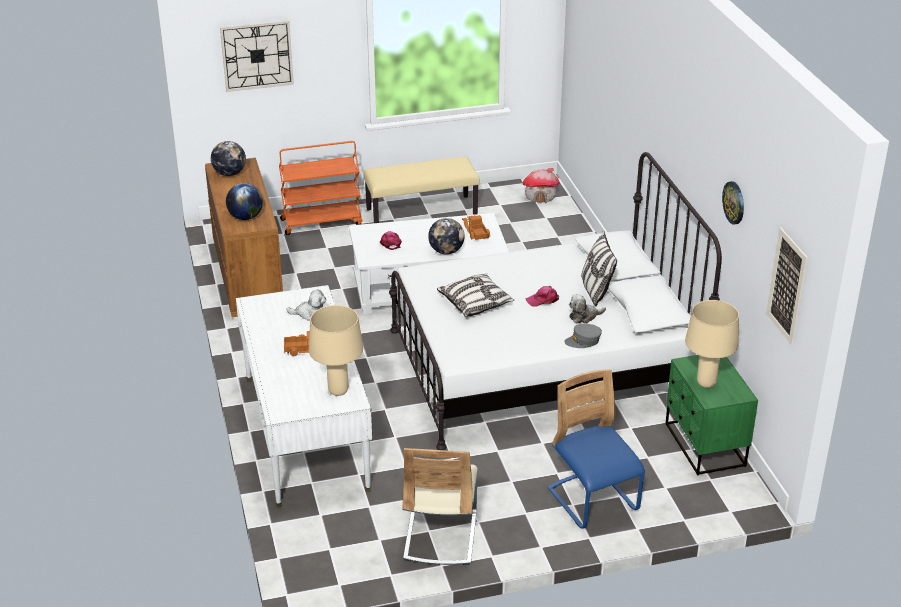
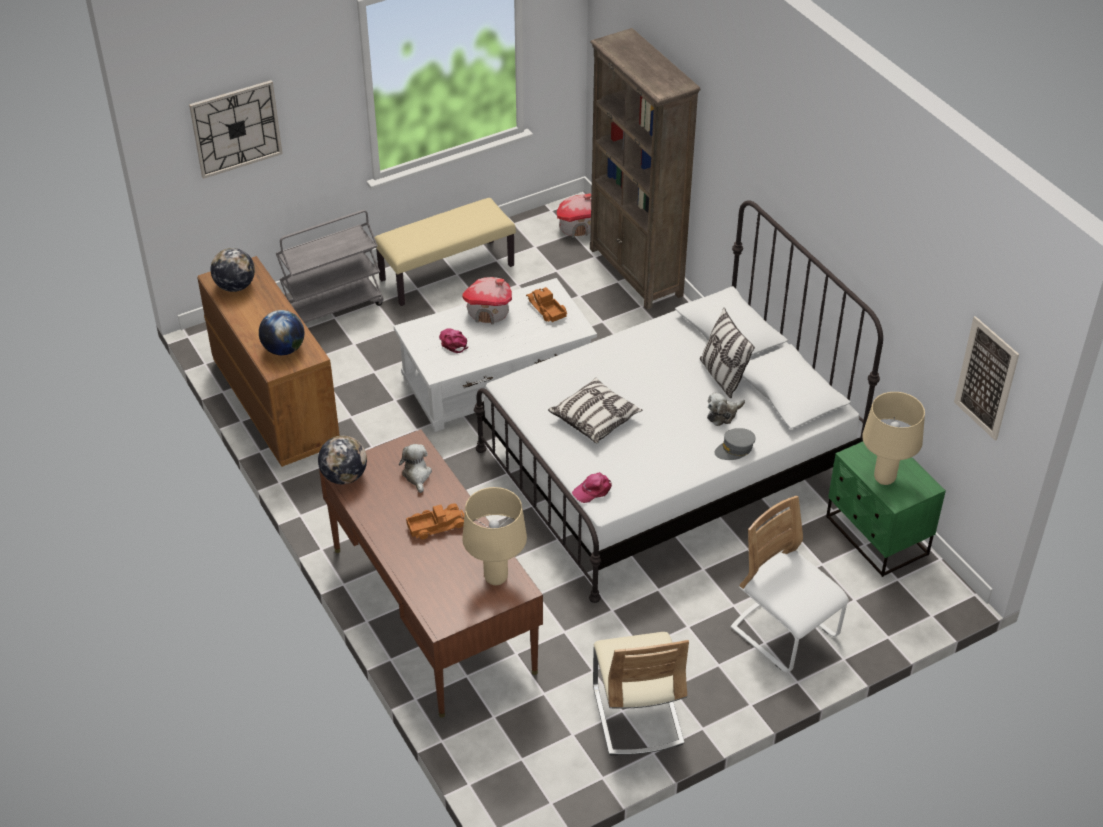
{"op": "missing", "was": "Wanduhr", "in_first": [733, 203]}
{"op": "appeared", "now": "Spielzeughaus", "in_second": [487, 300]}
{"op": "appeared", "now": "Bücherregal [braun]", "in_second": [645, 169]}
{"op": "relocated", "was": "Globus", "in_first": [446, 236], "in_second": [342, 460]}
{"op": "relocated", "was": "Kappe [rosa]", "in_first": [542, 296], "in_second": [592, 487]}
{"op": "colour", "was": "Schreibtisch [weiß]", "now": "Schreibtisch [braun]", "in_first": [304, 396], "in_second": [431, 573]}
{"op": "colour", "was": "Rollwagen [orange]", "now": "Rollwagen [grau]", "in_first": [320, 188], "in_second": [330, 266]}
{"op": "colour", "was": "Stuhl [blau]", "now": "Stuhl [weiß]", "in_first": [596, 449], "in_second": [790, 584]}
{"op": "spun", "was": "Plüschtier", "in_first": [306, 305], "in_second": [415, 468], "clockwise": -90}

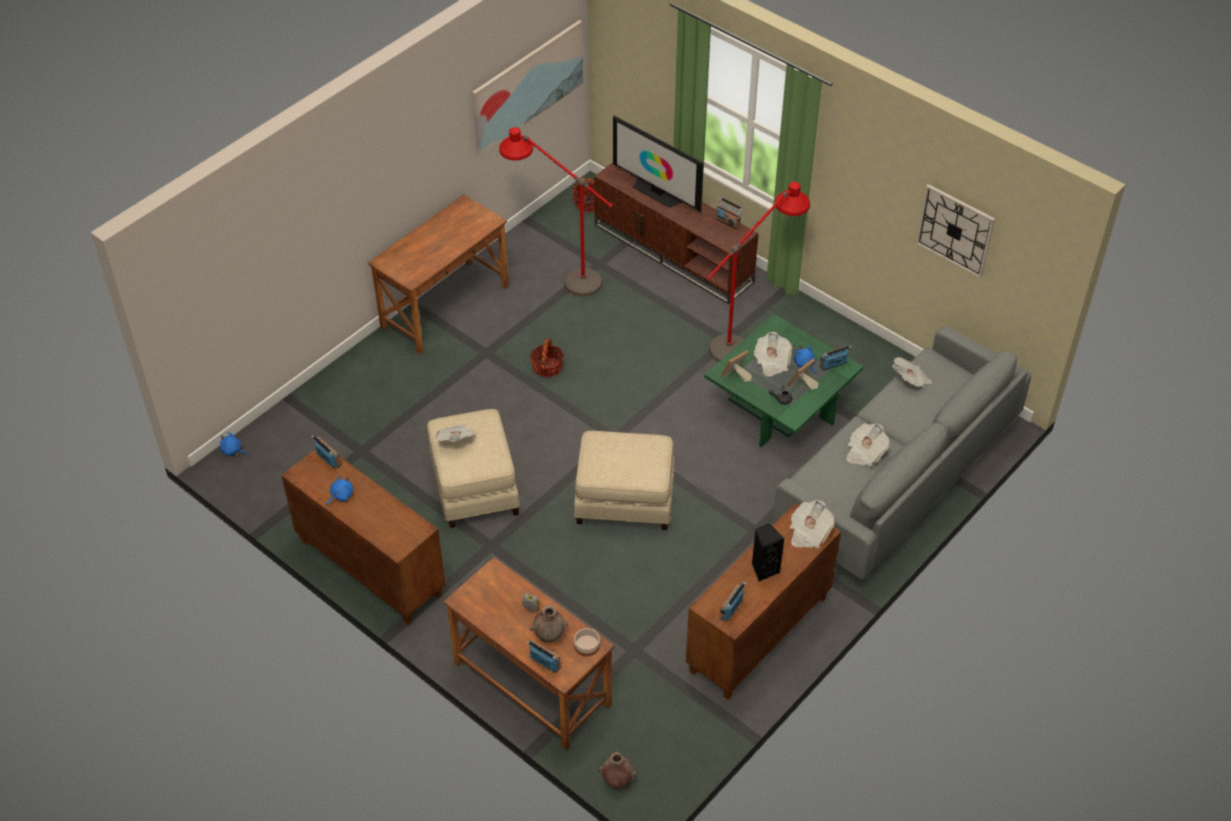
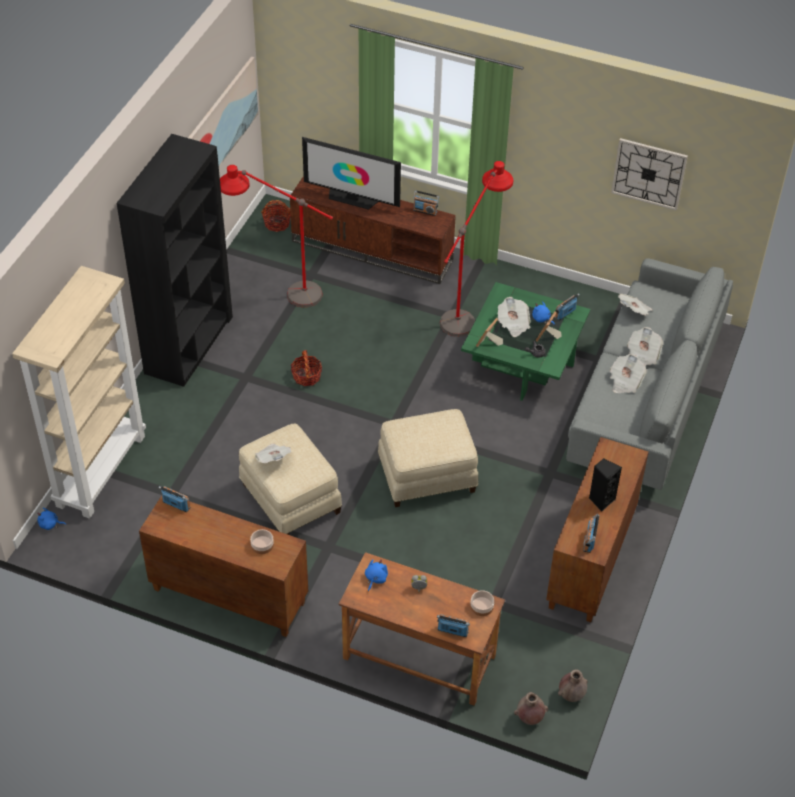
{"op": "appeared", "now": "Bücherregal [beige]", "in_second": [79, 392]}
{"op": "appeared", "now": "Schüssel", "in_second": [262, 541]}
{"op": "relocated", "was": "Plüschtier [blau]", "in_first": [339, 490], "in_second": [376, 575]}
{"op": "relocated", "was": "Vase [braun]", "in_first": [548, 623], "in_second": [573, 686]}
{"op": "relocated", "was": "Zeitung", "in_first": [812, 524], "in_second": [645, 346]}
{"op": "exchanged", "was": "Schreibtisch [braun]", "now": "Bücherregal [schwarz]", "in_first": [438, 274], "in_second": [174, 260]}

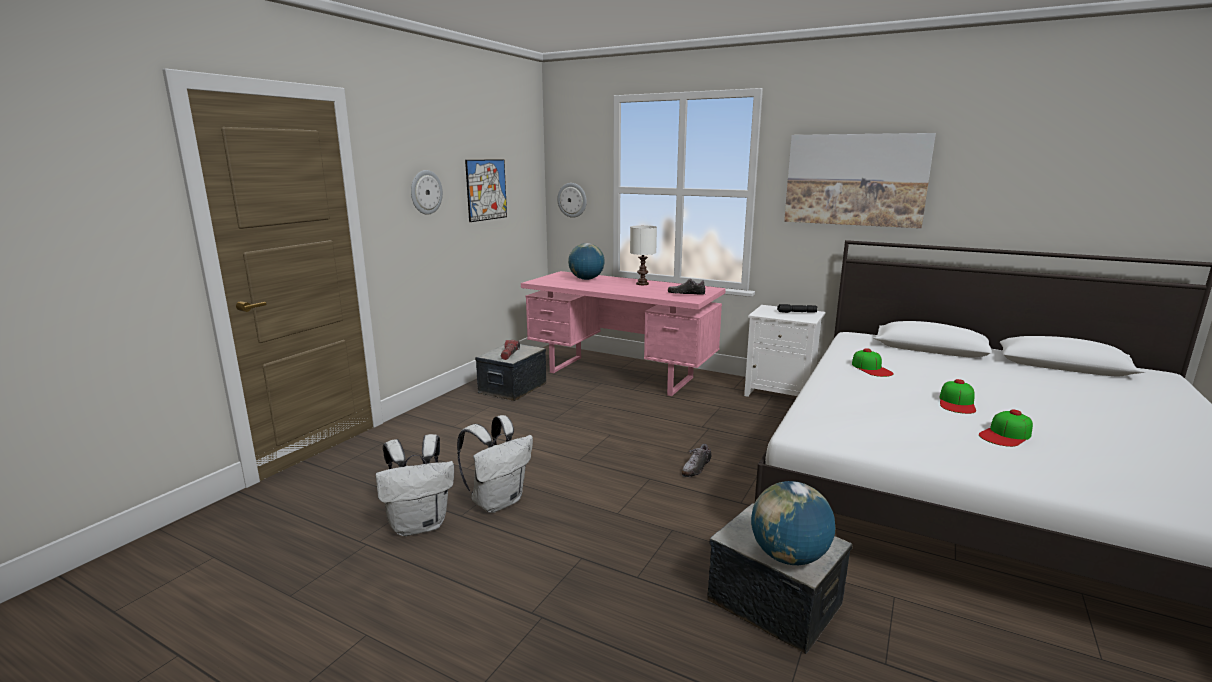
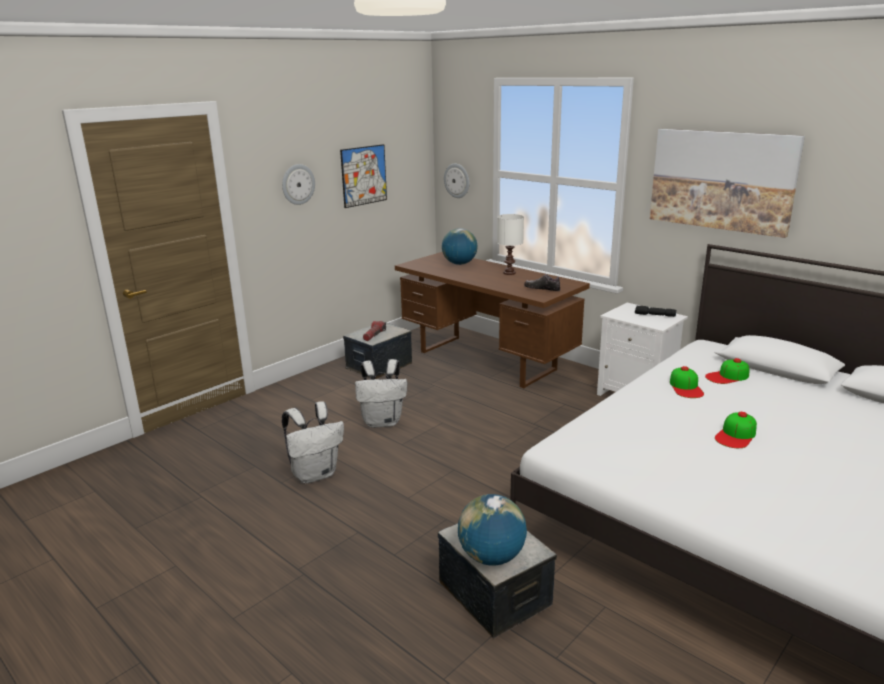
{"op": "missing", "was": "Schuh", "in_first": [697, 460]}
{"op": "relocated", "was": "Rucksack [weiß]", "in_first": [415, 485], "in_second": [381, 393]}
{"op": "relocated", "was": "Kappe", "in_first": [1006, 428], "in_second": [727, 371]}
{"op": "colour", "was": "Schreibtisch [rosa]", "now": "Schreibtisch [braun]", "in_first": [623, 333], "in_second": [492, 320]}

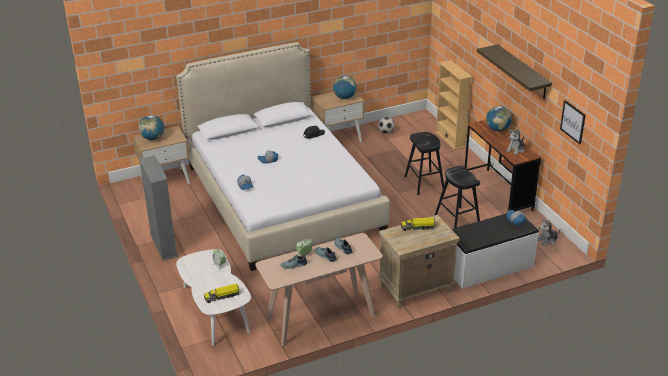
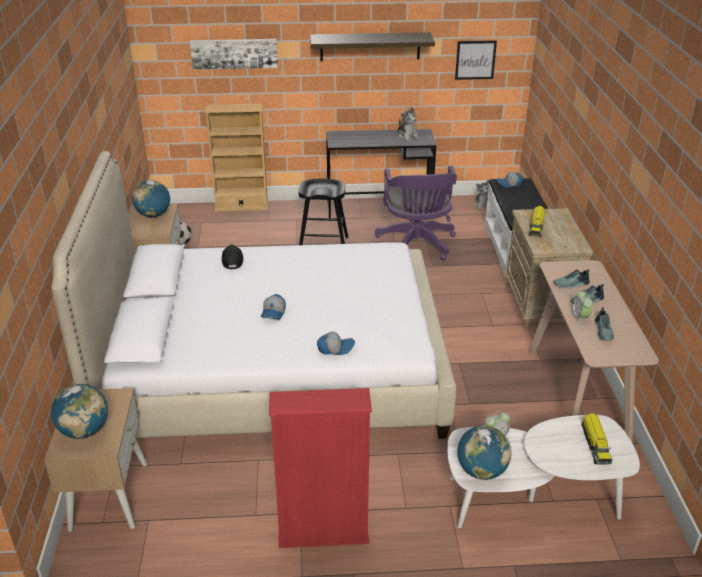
{"op": "appeared", "now": "Bild", "in_second": [234, 54]}
{"op": "relocated", "was": "Globus", "in_first": [499, 118], "in_second": [484, 452]}
{"op": "exchanged", "was": "Hocker [schwarz]", "now": "Bürostuhl [lila]", "in_first": [457, 196], "in_second": [416, 213]}
{"op": "colour", "was": "Bücherregal [grau]", "now": "Bücherregal [rot]", "in_first": [158, 208], "in_second": [320, 468]}
{"op": "colour", "was": "Schreibtisch [braun]", "now": "Schreibtisch [grau]", "in_first": [503, 166], "in_second": [381, 173]}

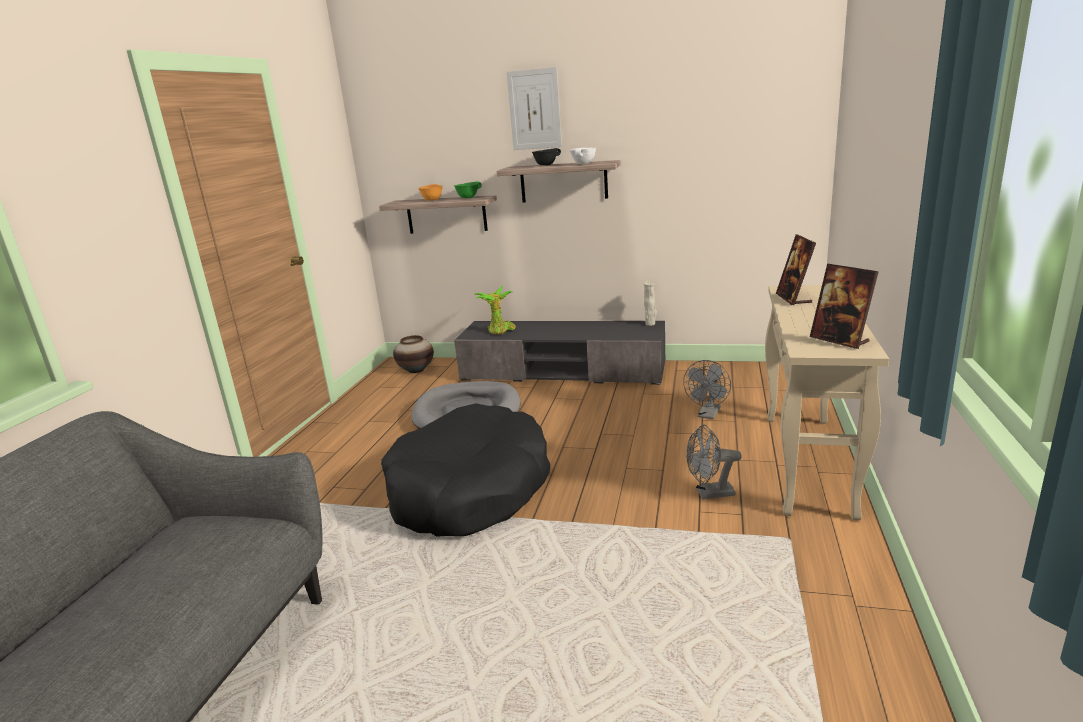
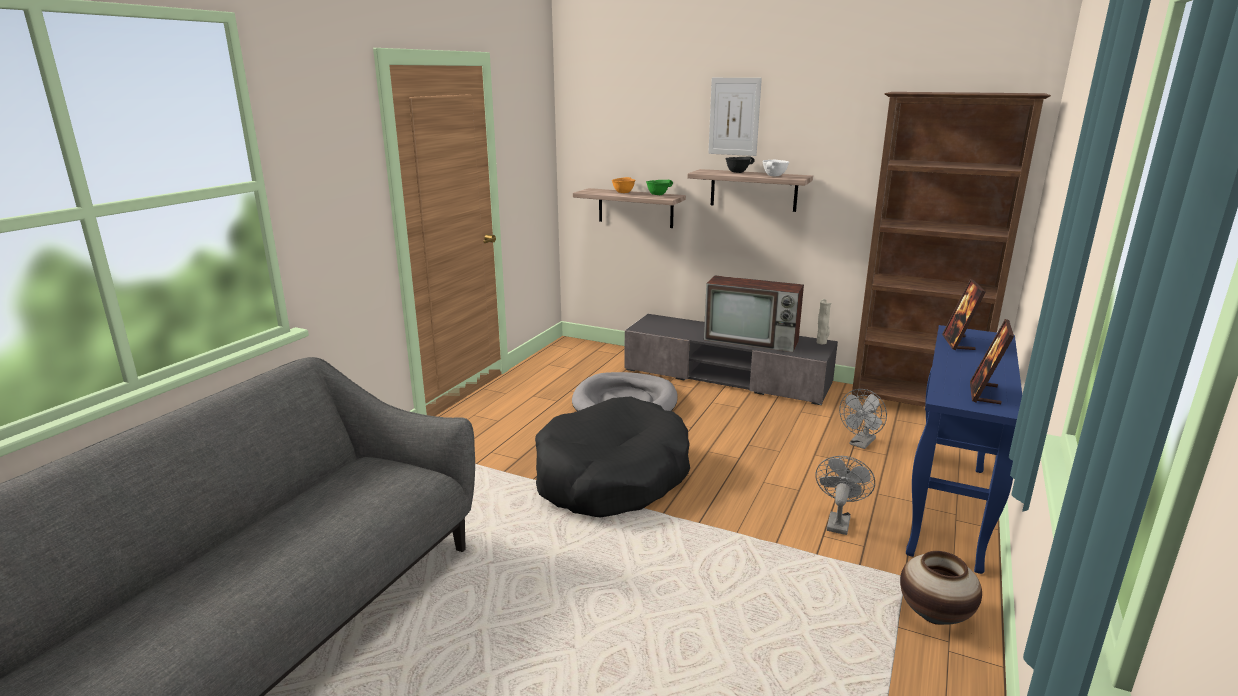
{"op": "missing", "was": "Topfpflanze", "in_first": [495, 310]}
{"op": "appeared", "now": "Fernseher", "in_second": [754, 314]}
{"op": "appeared", "now": "Bücherregal [braun]", "in_second": [951, 249]}
{"op": "relocated", "was": "Vase", "in_first": [413, 354], "in_second": [941, 588]}
{"op": "colour", "was": "Konsolentisch [beige]", "now": "Konsolentisch [blau]", "in_first": [827, 403], "in_second": [964, 449]}
{"op": "spun", "was": "Ventilator [grau]", "in_first": [714, 462], "in_second": [845, 495], "clockwise": 105}
{"op": "spun", "was": "Bilderrahmen", "in_first": [844, 306], "in_second": [992, 361], "clockwise": 45}

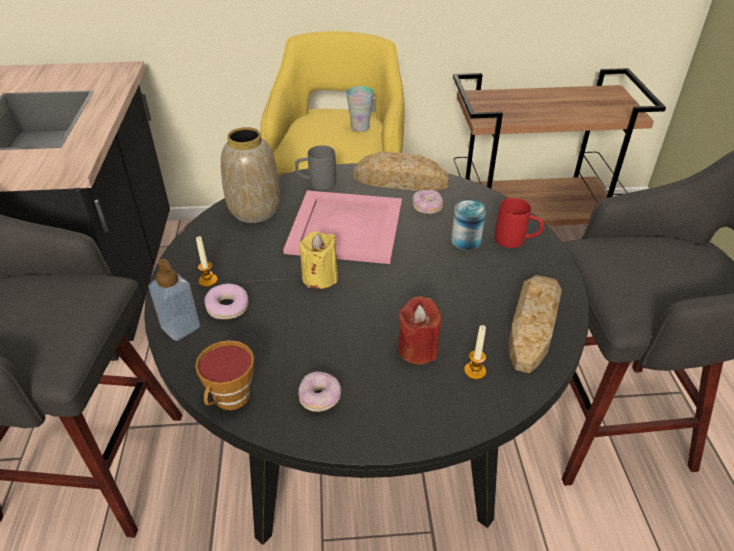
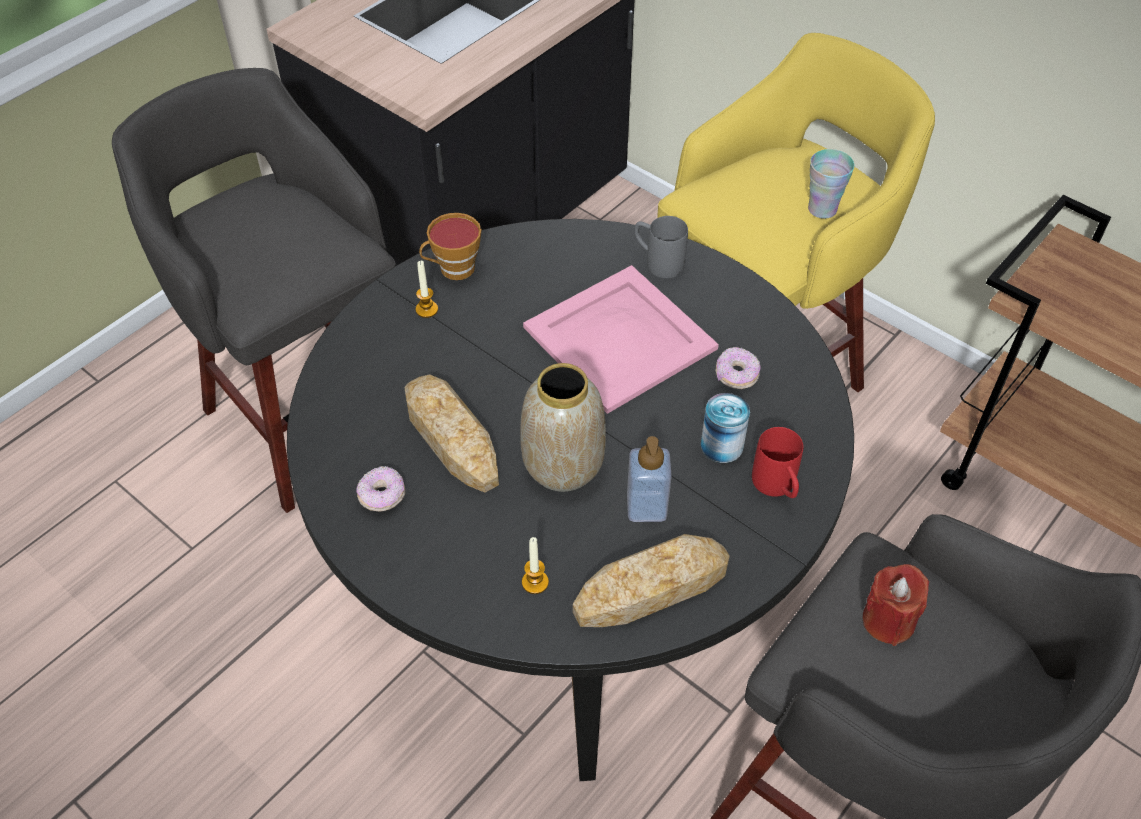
{"op": "missing", "was": "Donut", "in_first": [226, 301]}
{"op": "missing", "was": "Kerze [gelb]", "in_first": [319, 260]}
{"op": "relocated", "was": "Seifenspender", "in_first": [174, 300], "in_second": [649, 479]}
{"op": "relocated", "was": "Tasse", "in_first": [224, 375], "in_second": [450, 246]}
{"op": "relocated", "was": "Vase", "in_first": [250, 175], "in_second": [563, 427]}
{"op": "relocated", "was": "Brot", "in_first": [401, 171], "in_second": [451, 433]}
{"op": "relocated", "was": "Kerze [rot]", "in_first": [420, 330], "in_second": [895, 605]}

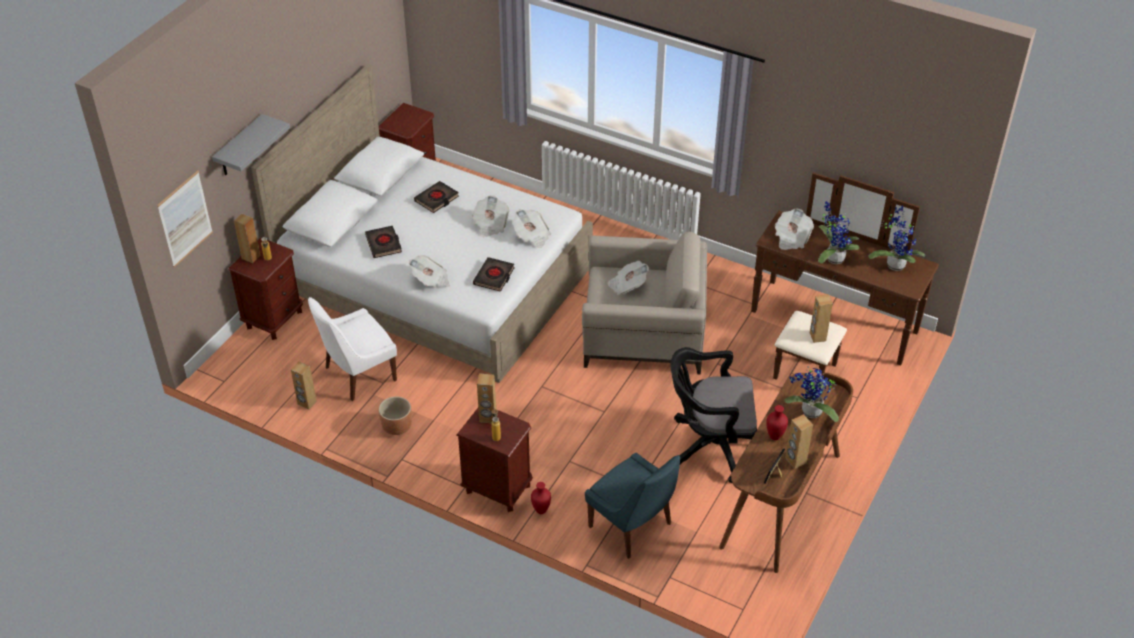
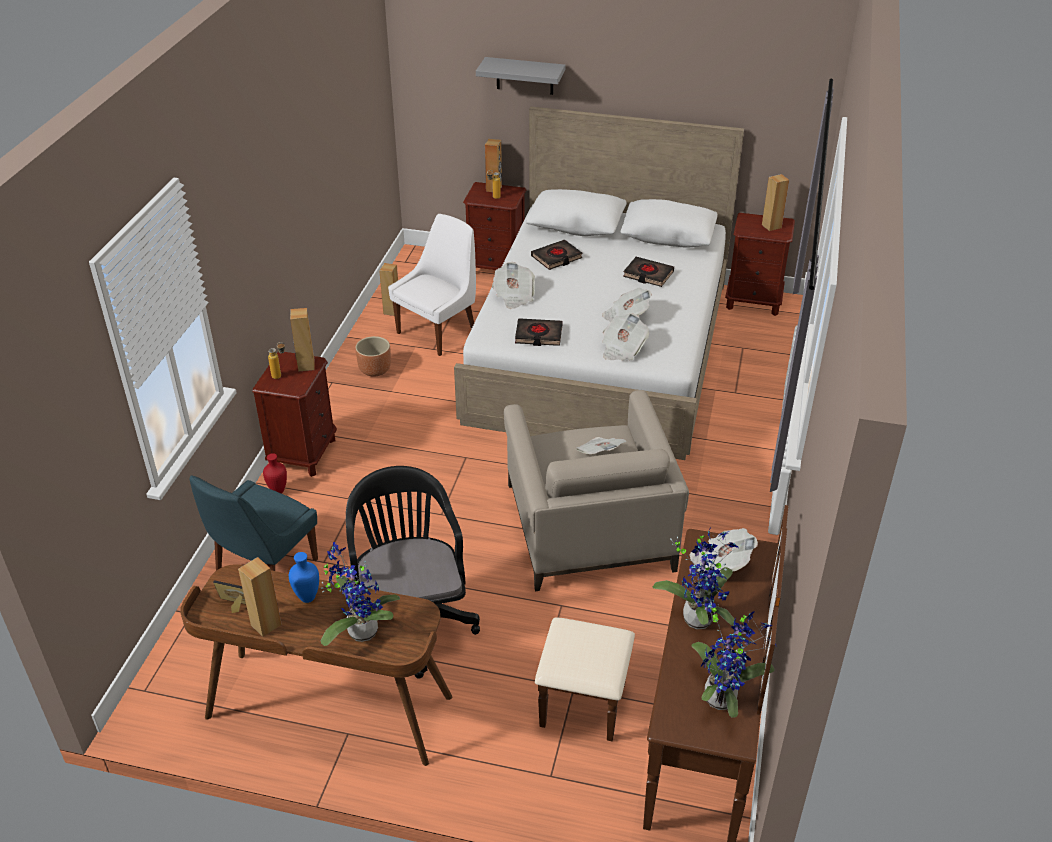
{"op": "missing", "was": "Bild", "in_first": [185, 218]}
{"op": "relocated", "was": "Lautsprecher [braun]", "in_first": [821, 318], "in_second": [775, 202]}
{"op": "colour", "was": "Vase [rot]", "now": "Vase [blau]", "in_first": [777, 422], "in_second": [304, 577]}
{"op": "spun", "was": "Stuhl [weiß]", "in_first": [352, 349], "in_second": [432, 285], "clockwise": 90}

